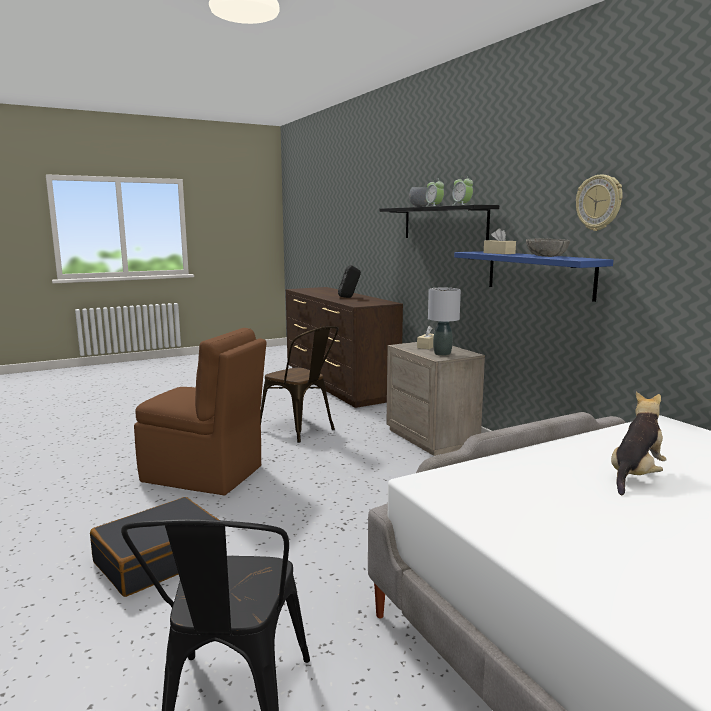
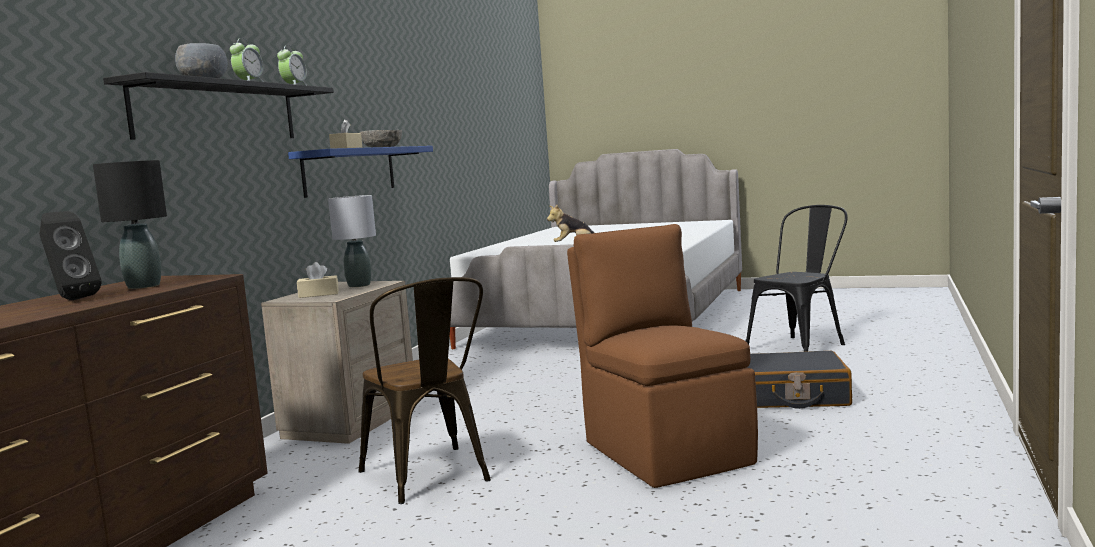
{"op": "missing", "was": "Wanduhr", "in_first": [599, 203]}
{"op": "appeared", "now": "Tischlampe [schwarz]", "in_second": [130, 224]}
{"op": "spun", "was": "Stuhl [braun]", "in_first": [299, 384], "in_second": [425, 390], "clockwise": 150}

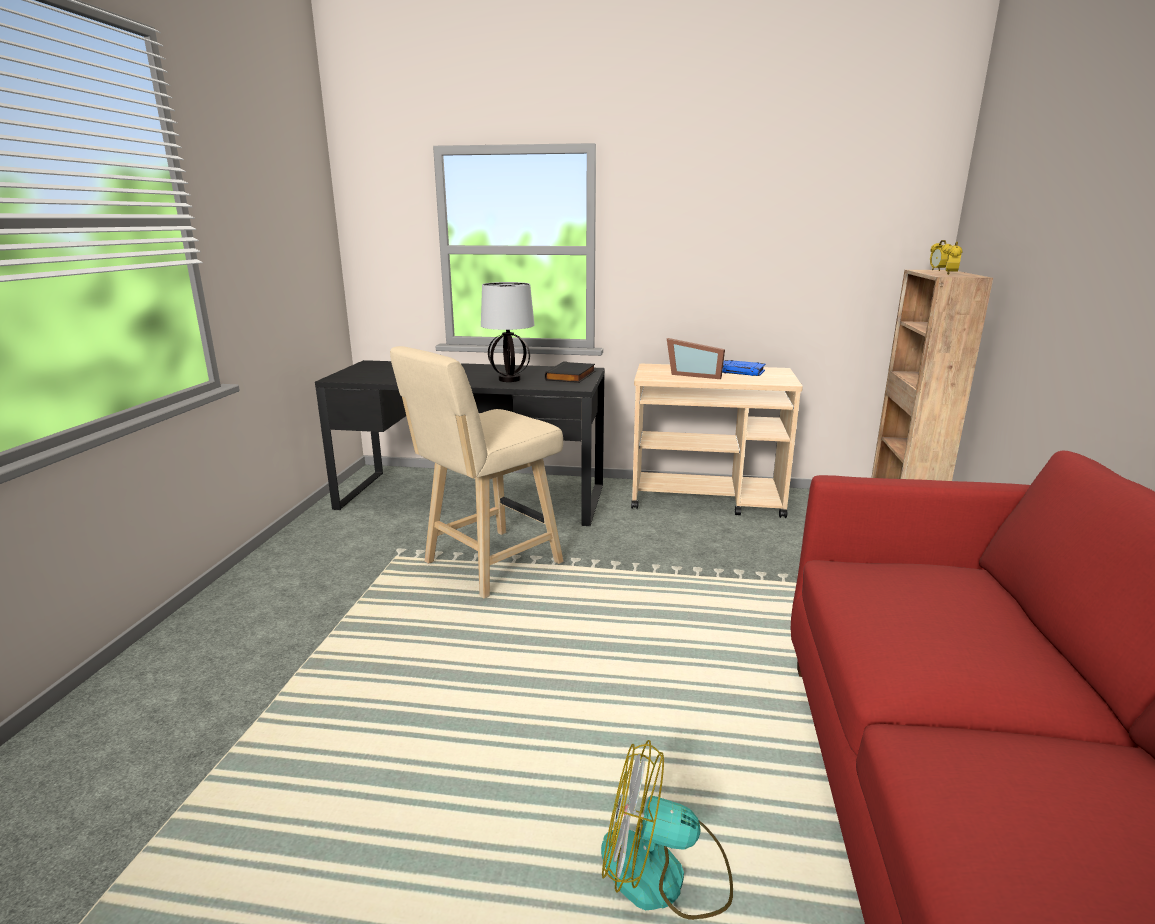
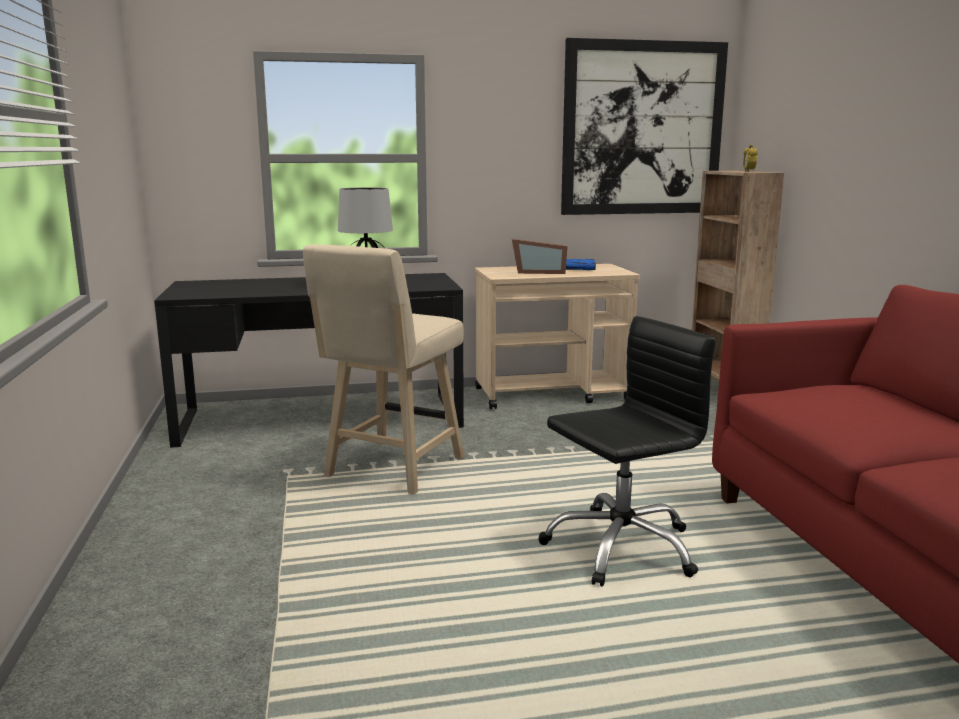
{"op": "missing", "was": "Buch [schwarz]", "in_first": [570, 372]}
{"op": "missing", "was": "Ventilator", "in_first": [667, 830]}
{"op": "missing", "was": "Wecker", "in_first": [941, 255]}
{"op": "appeared", "now": "Bürostuhl [schwarz]", "in_second": [627, 451]}
{"op": "appeared", "now": "Bild", "in_second": [644, 126]}

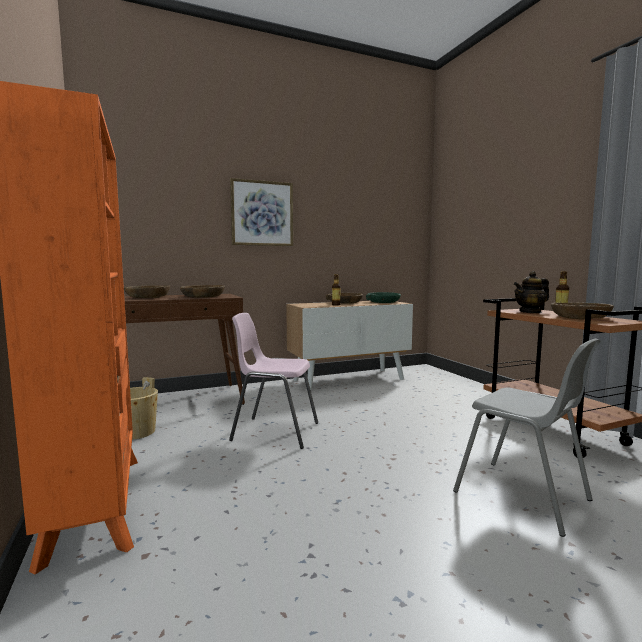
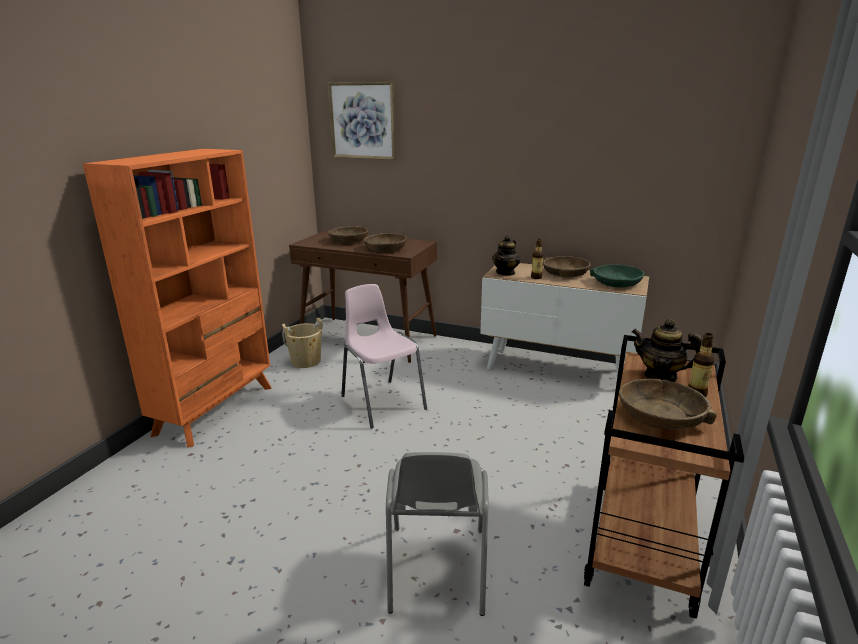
{"op": "appeared", "now": "Teekanne", "in_second": [506, 255]}
{"op": "relocated", "was": "Bild", "in_first": [261, 212], "in_second": [362, 121]}

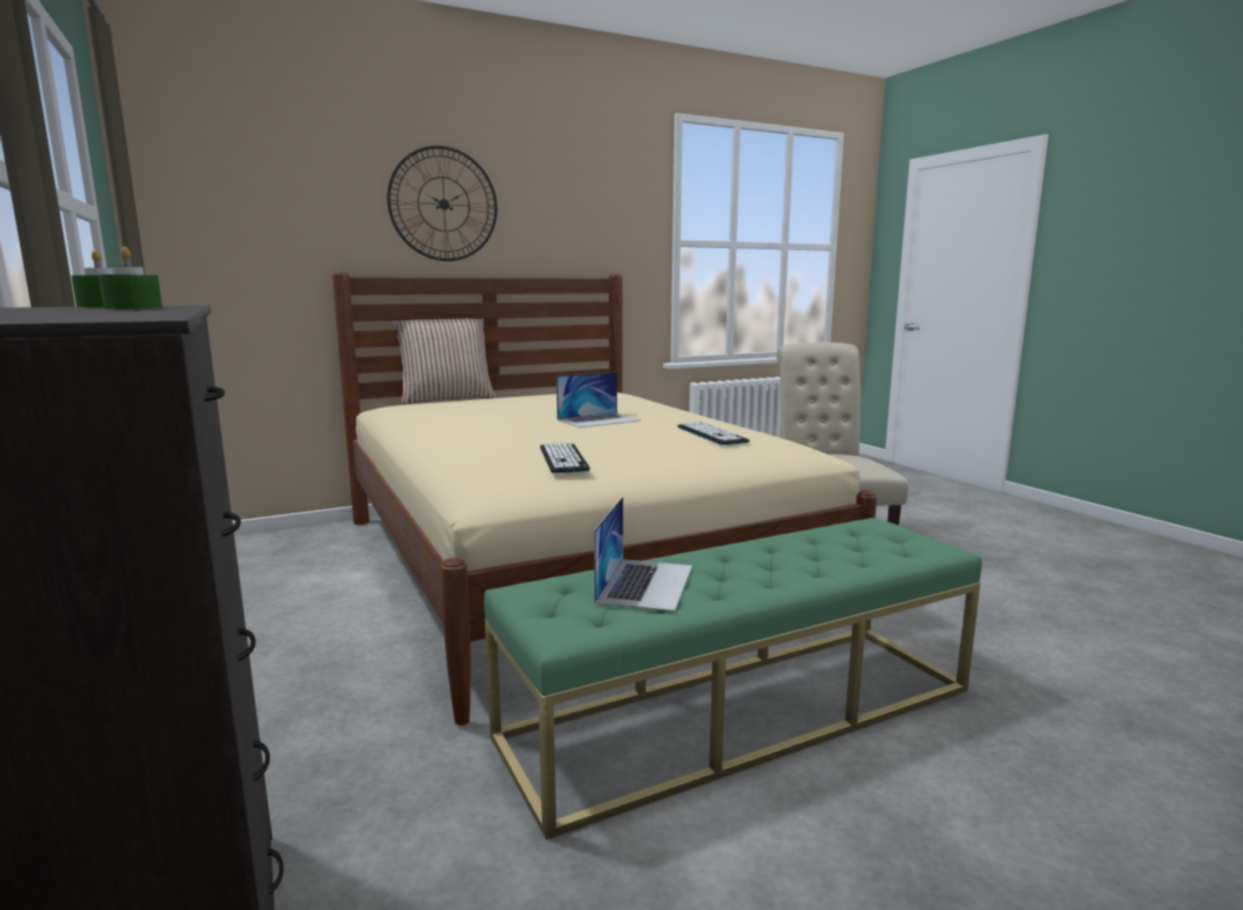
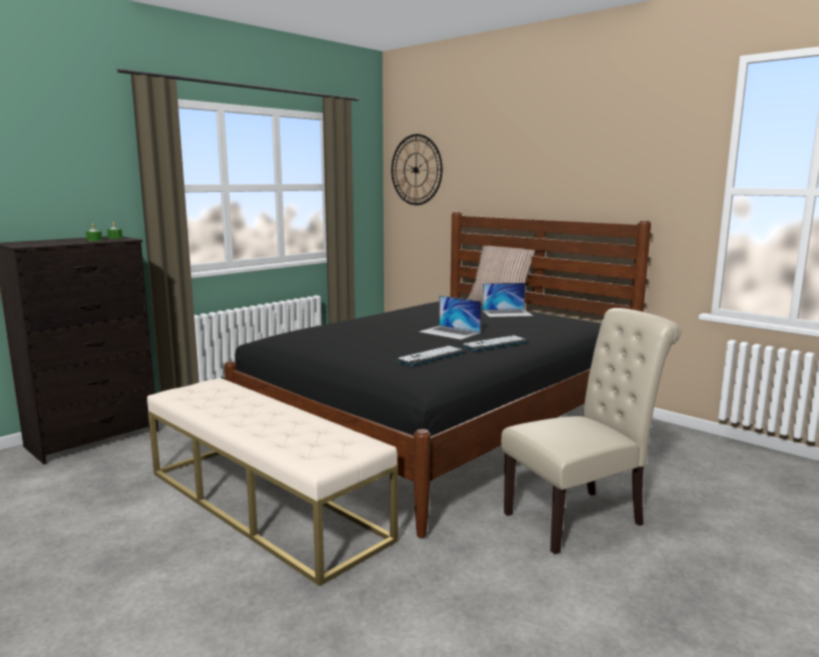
{"op": "relocated", "was": "Wanduhr", "in_first": [442, 203], "in_second": [417, 169]}
{"op": "relocated", "was": "Tastatur", "in_first": [565, 457], "in_second": [494, 343]}
{"op": "relocated", "was": "Laptop", "in_first": [643, 554], "in_second": [507, 300]}
{"op": "colour", "was": "Bett [beige]", "now": "Bett [schwarz]", "in_first": [604, 499], "in_second": [437, 375]}
{"op": "colour", "was": "Bank [grün]", "now": "Bank [beige]", "in_first": [733, 678], "in_second": [272, 482]}

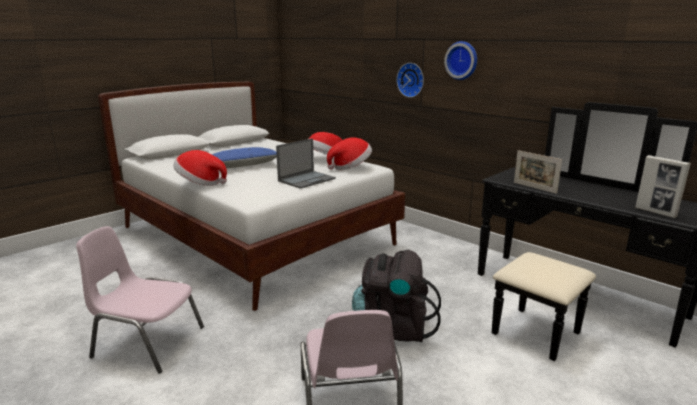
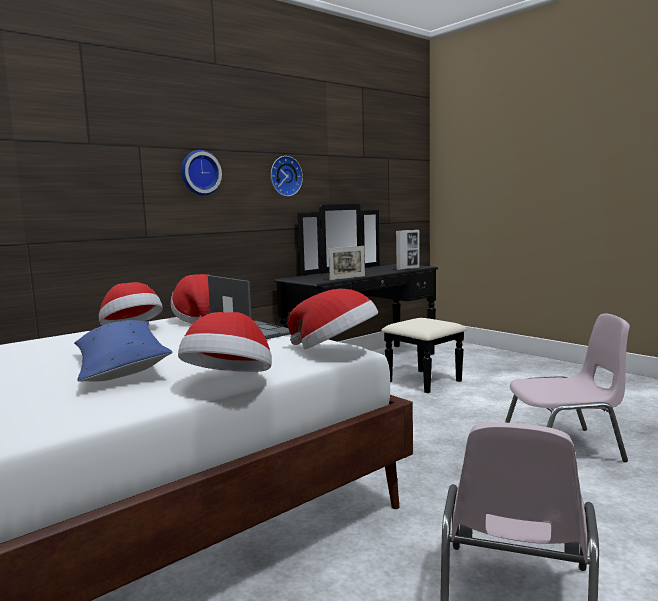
{"op": "missing", "was": "Rucksack [schwarz]", "in_first": [396, 296]}
{"op": "appeared", "now": "Hut", "in_second": [333, 319]}
{"op": "relocated", "was": "Wanduhr", "in_first": [410, 80], "in_second": [287, 176]}

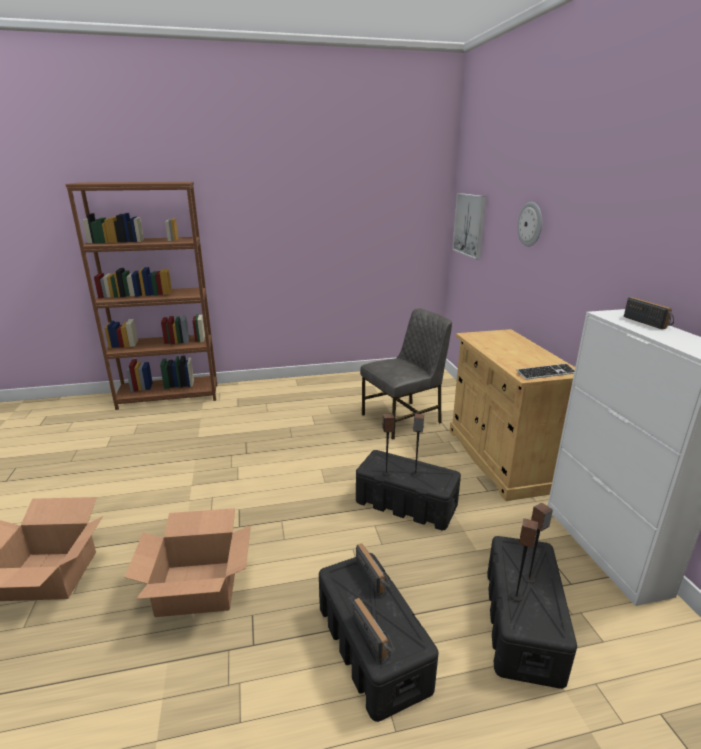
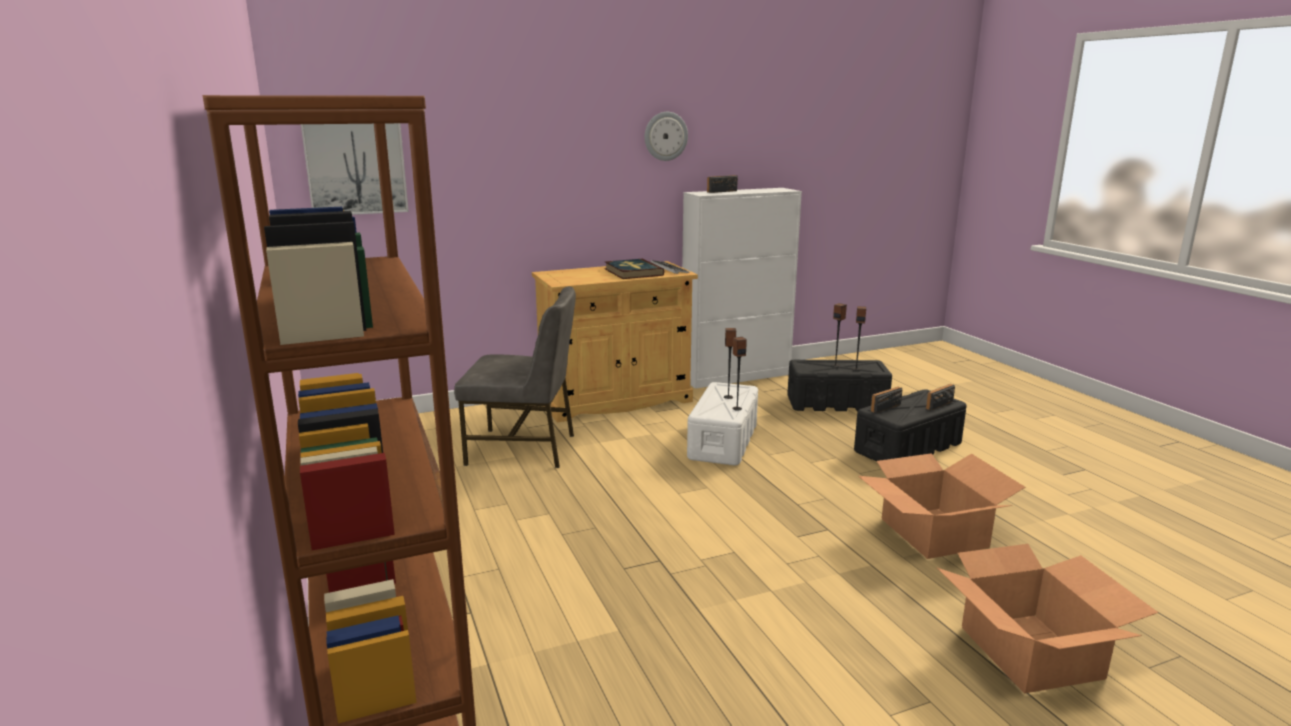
{"op": "appeared", "now": "Buch", "in_second": [634, 269]}
{"op": "relocated", "was": "Wanduhr", "in_first": [529, 224], "in_second": [666, 136]}
{"op": "colour", "was": "Aufbewahrungsbox [schwarz]", "now": "Aufbewahrungsbox [weiß]", "in_first": [408, 490], "in_second": [722, 423]}
{"op": "spun", "was": "Stuhl [grau]", "in_first": [406, 374], "in_second": [515, 377], "clockwise": 135}

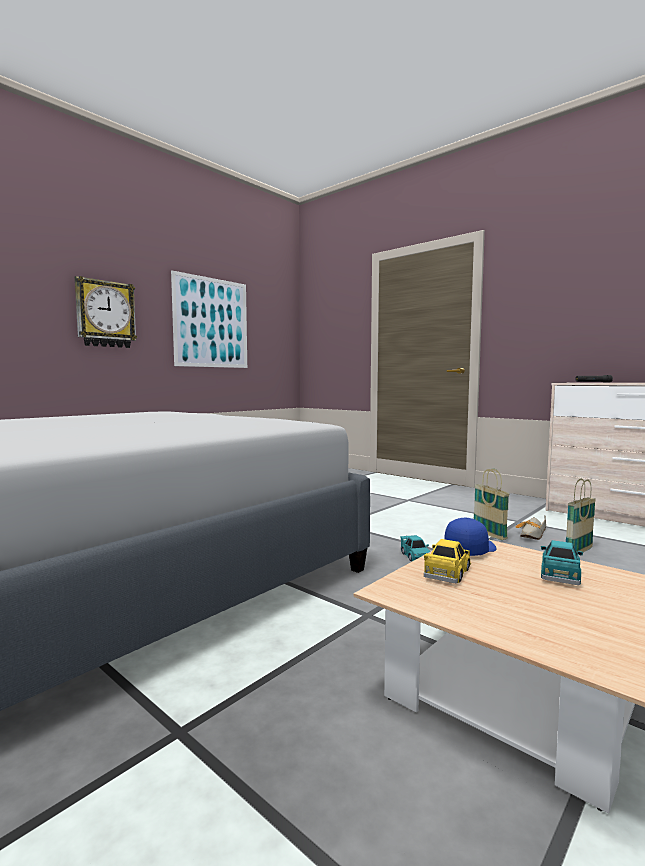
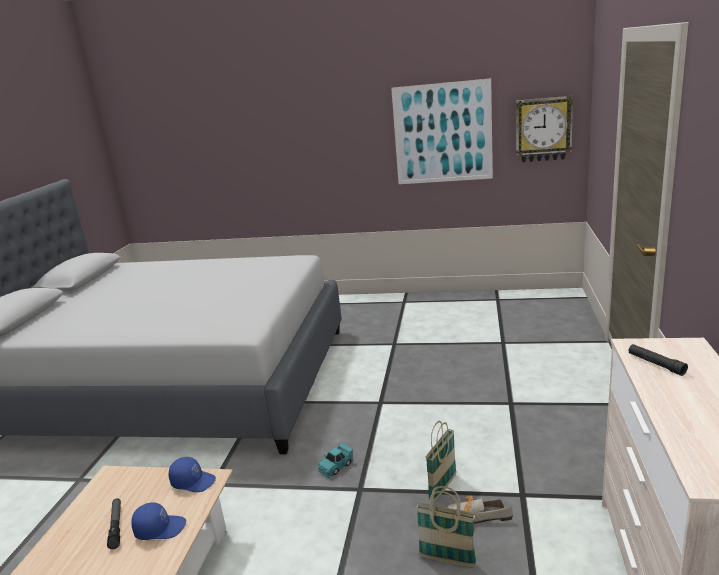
{"op": "missing", "was": "Spielzeugauto [gelb]", "in_first": [447, 561]}
{"op": "appeared", "now": "Taschenlampe", "in_second": [114, 523]}
{"op": "relocated", "was": "Wanduhr", "in_first": [106, 312], "in_second": [545, 129]}
{"op": "exchanged", "was": "Spielzeugauto [türkis]", "now": "Kappe [blau]", "in_first": [562, 562], "in_second": [158, 521]}

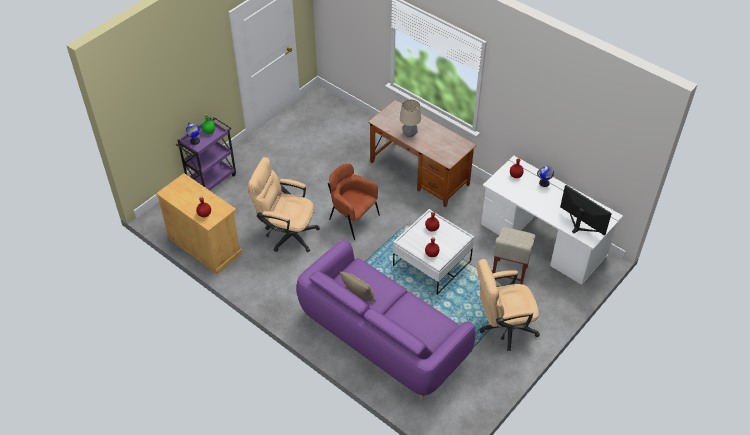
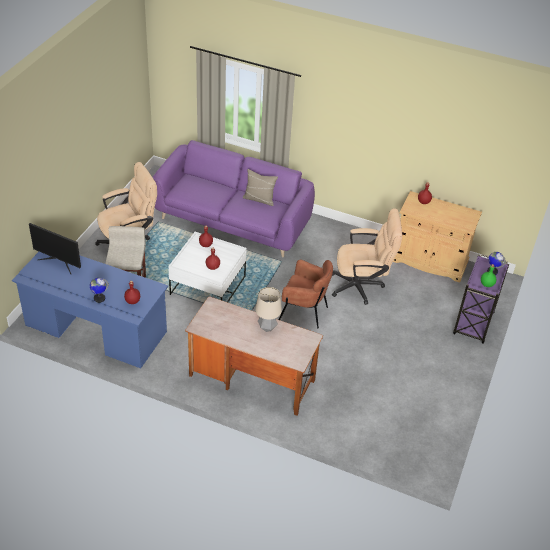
{"op": "colour", "was": "Schreibtisch [weiß]", "now": "Schreibtisch [blau]", "in_first": [552, 220], "in_second": [90, 310]}

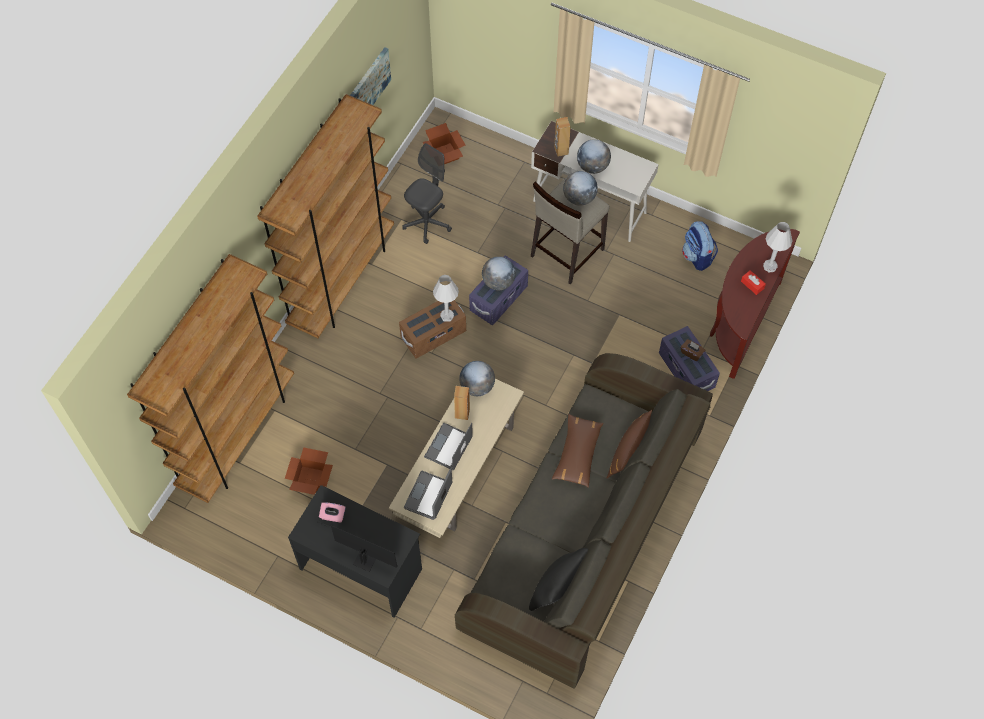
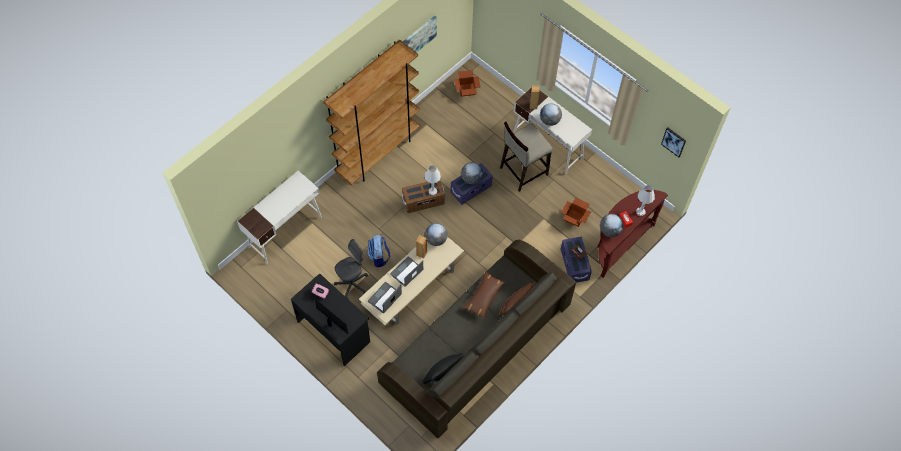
{"op": "appeared", "now": "Bild", "in_second": [673, 142]}
{"op": "relocated", "was": "Karton", "in_first": [309, 471], "in_second": [576, 212]}
{"op": "relocated", "was": "Bürostuhl [grau]", "in_first": [427, 193], "in_second": [351, 269]}
{"op": "relocated", "was": "Globus", "in_first": [580, 188], "in_second": [611, 225]}
{"op": "relocated", "was": "Rucksack", "in_first": [700, 246], "in_second": [378, 251]}
{"op": "exchanged", "was": "Bücherregal [braun]", "now": "Schreibtisch [weiß]", "in_first": [210, 378], "in_second": [279, 217]}

